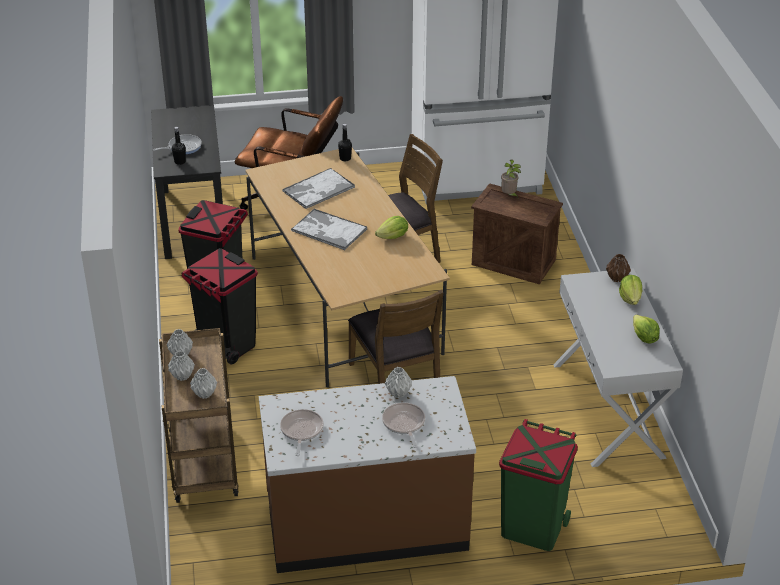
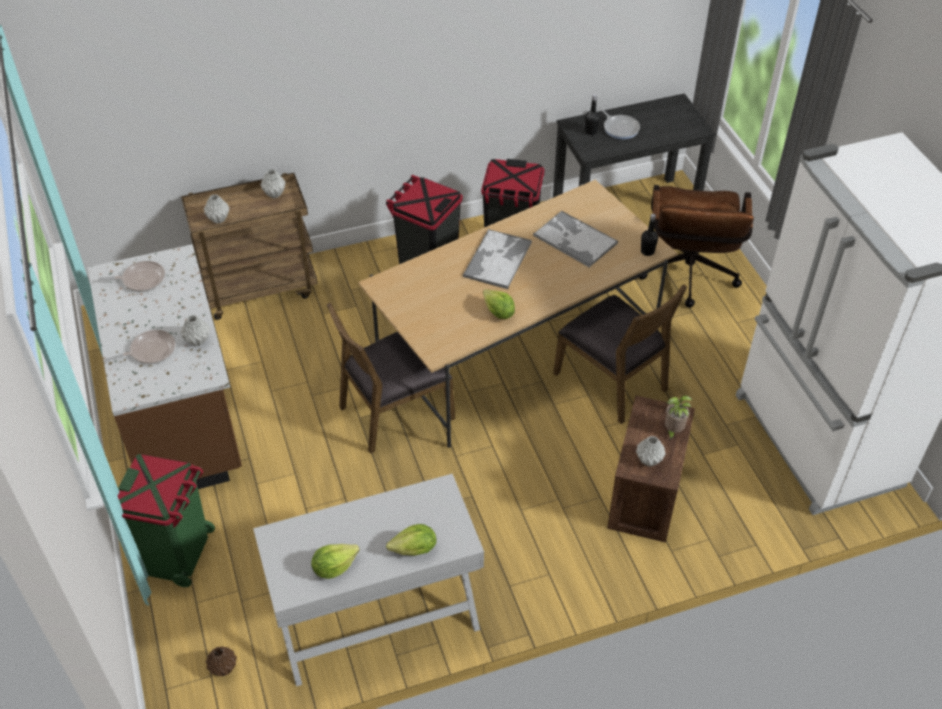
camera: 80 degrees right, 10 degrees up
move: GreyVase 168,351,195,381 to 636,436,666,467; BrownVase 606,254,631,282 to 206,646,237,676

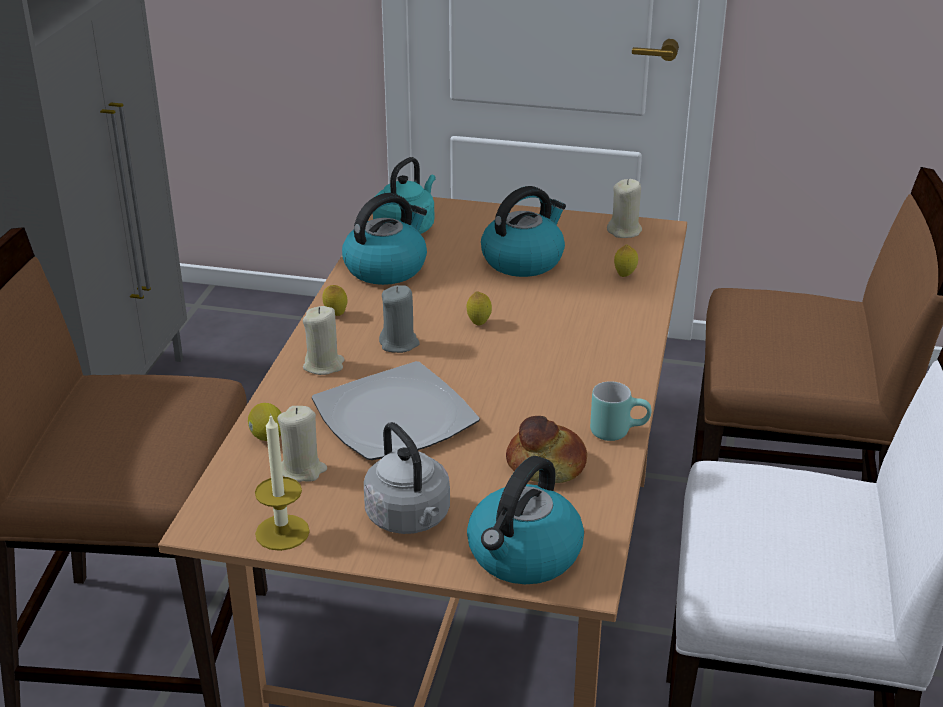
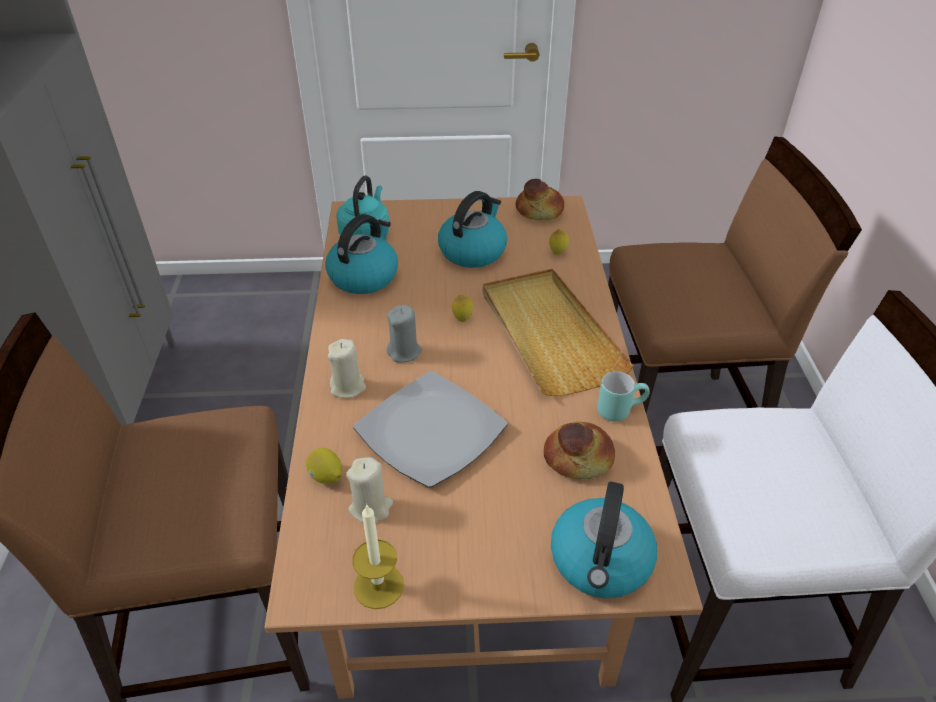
camera: 15 degrees left, 10 degrees up
delete: Lemon 322,285,348,316; GreyKettle 364,422,450,534
insert: BeigeTray 483,269,633,396
replace: BeigeCandle 607,179,642,238 to Bread 515,179,565,220

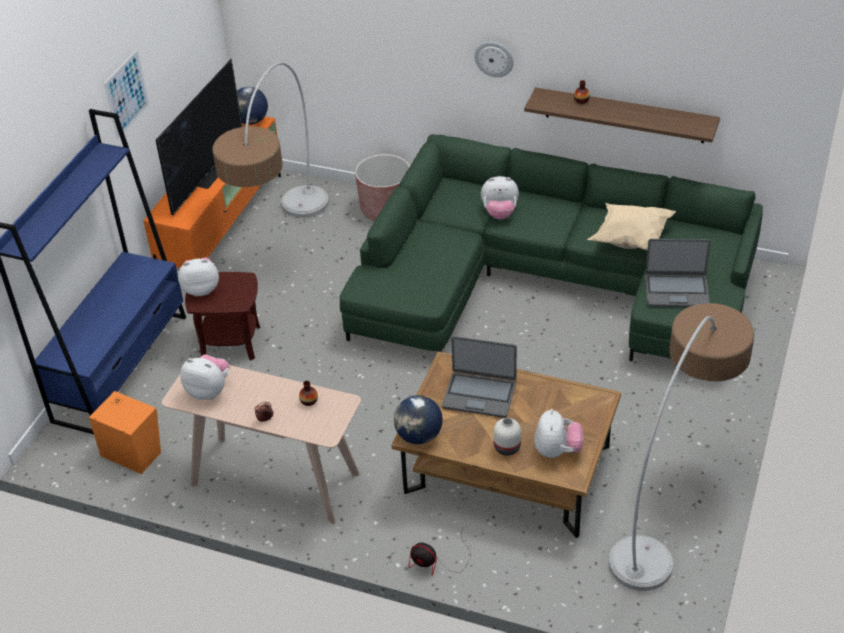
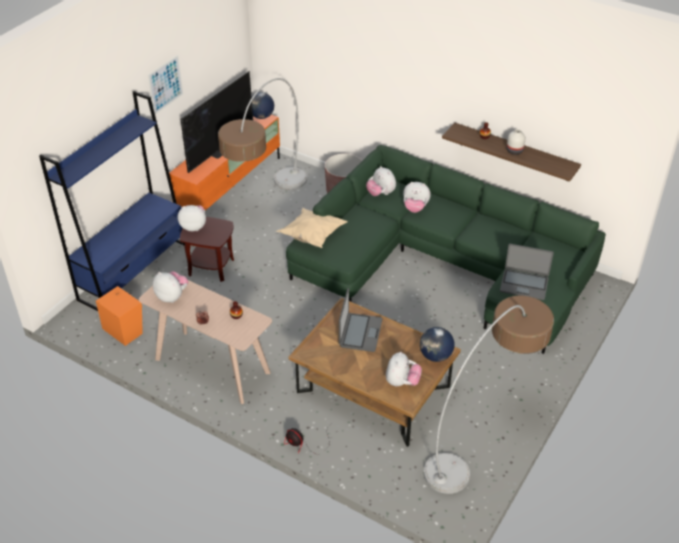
camera: 10 degrees right, 0 degrees up
delete: WallClock 474,42,514,77
insert: PlushToy 366,166,396,196
move: Globe 394,395,443,444 to 420,327,454,362; WhiteVase 493,418,521,456 to 507,129,525,155; BeigePillow 587,203,676,251 to 276,208,348,248
rotate: Laptop 442,336,517,418 = 339,288,382,352 105 degrees counterclockwise

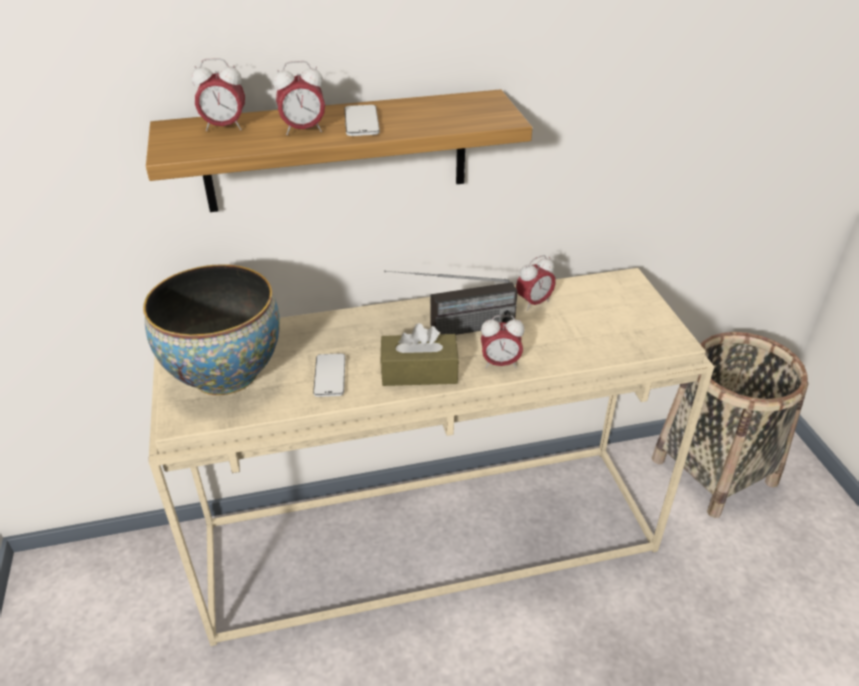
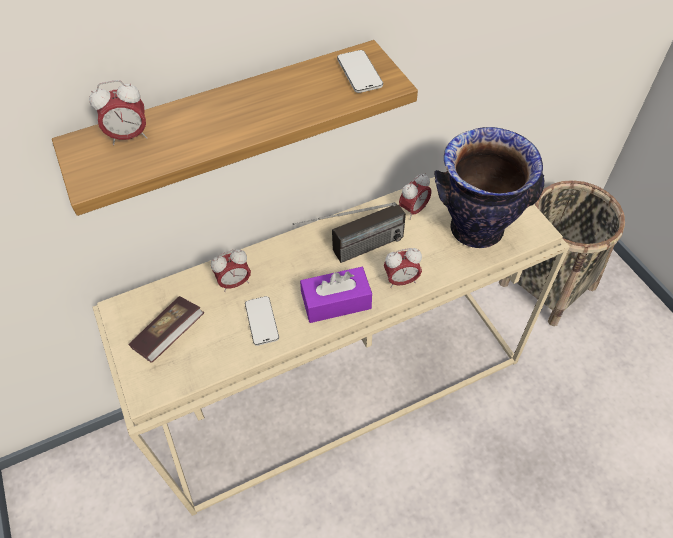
camera: 10 degrees left, 15 degrees up
insert: Vase 434,127,544,248
move: AlarmClock 273,61,325,135 to 211,249,251,292; Phone 344,105,380,136 to 337,50,383,93
replace: Bowl 143,264,280,396 to Book 129,296,205,363
recolor: BrownTissueBox 380,323,459,386 to PurpleTissueBox 300,267,372,323

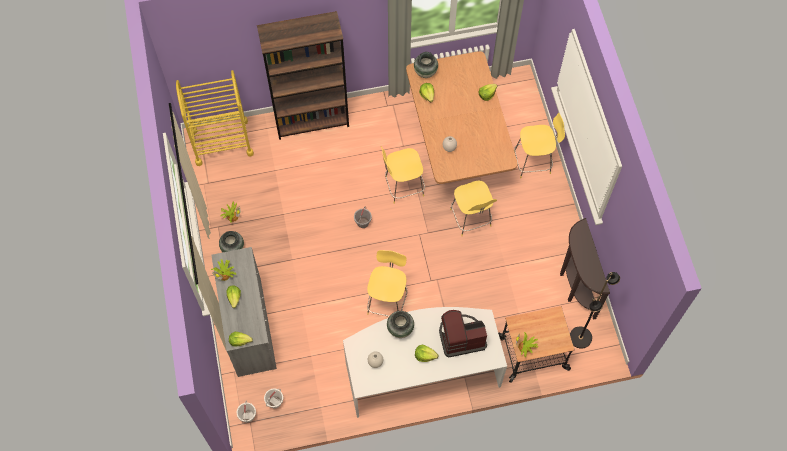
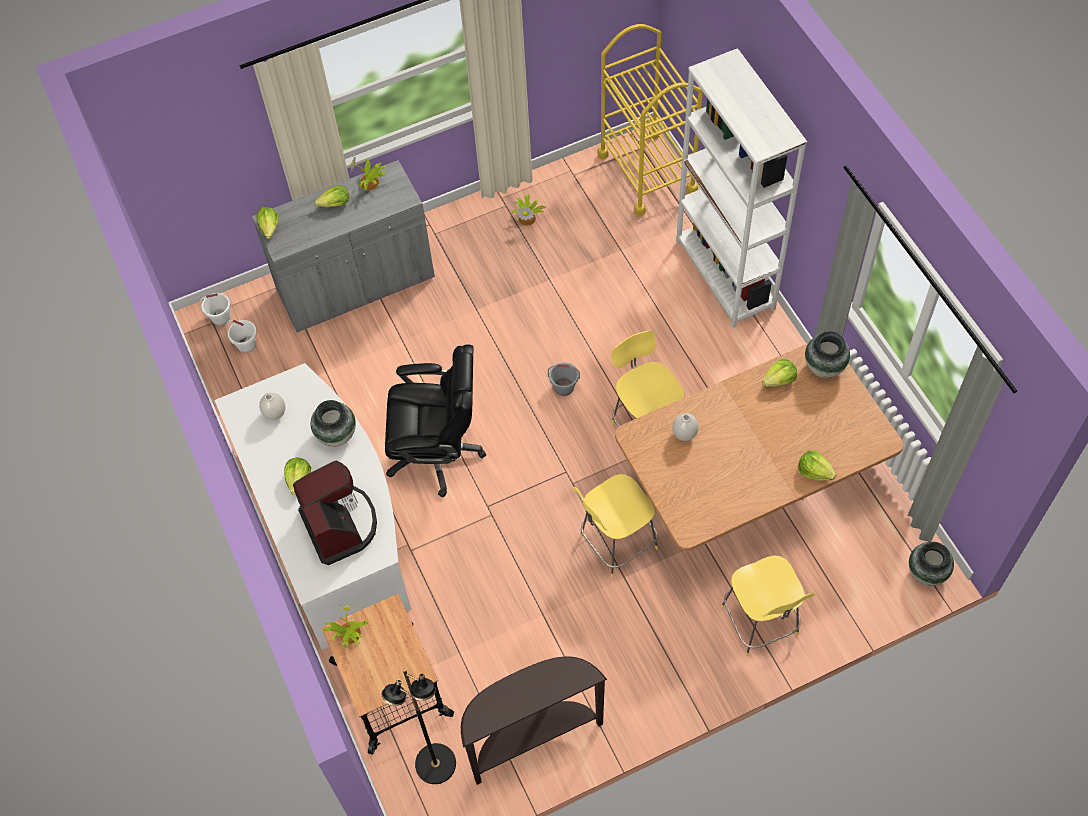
camera: 80 degrees right, 5 degrees down
move: Vase 219,231,244,252 to 909,542,954,586
replace: YellowStool 367,250,407,317 to BlackOfficeChair 385,344,486,497
recolor: BrownBookcase 257,11,349,140 to WhiteBookcase 676,48,807,328

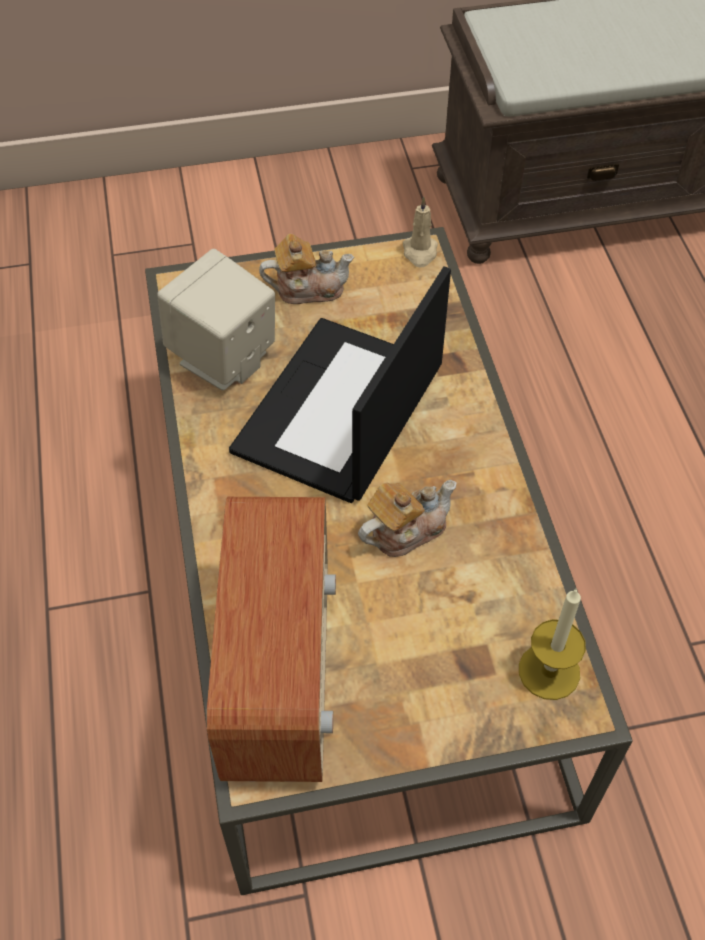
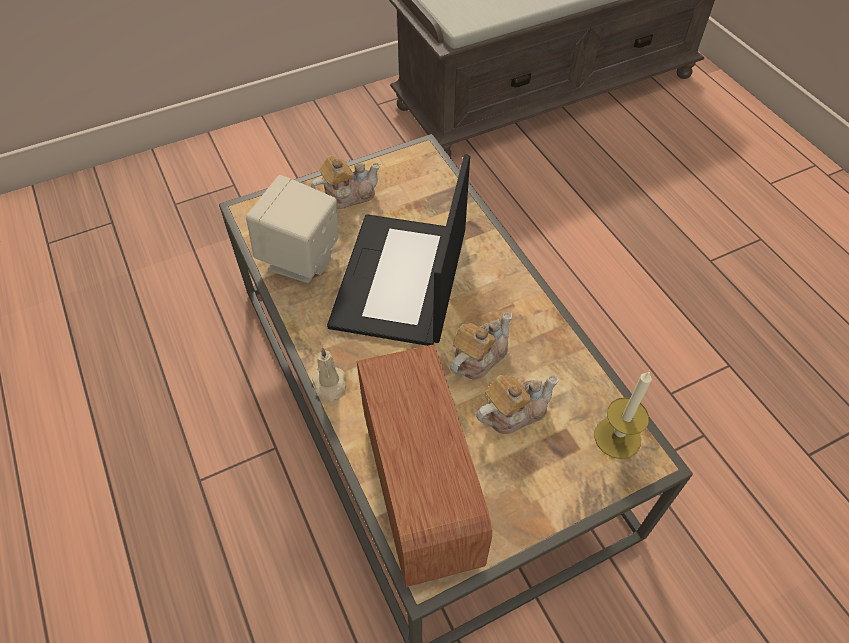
camera: 15 degrees left, 0 degrees up
insert: Teapot 476,375,559,434
move: BeigeCandle 403,197,438,268 to 312,347,346,403

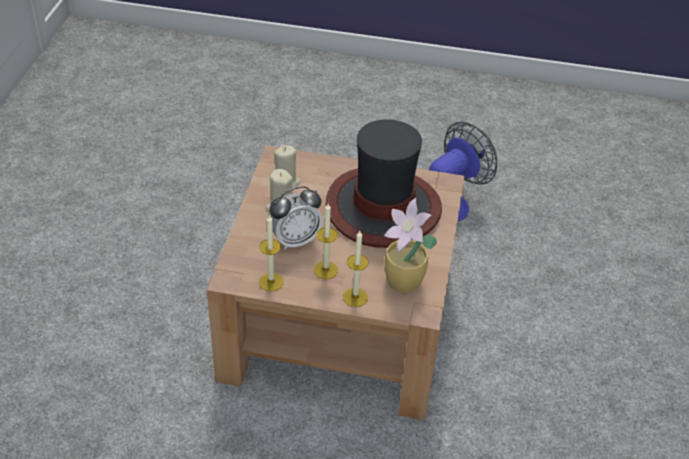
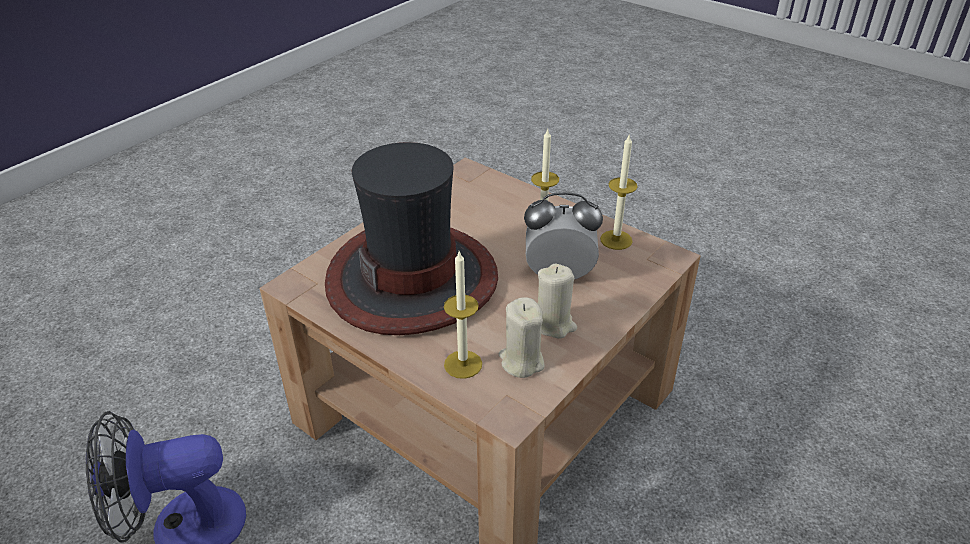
camera: 150 degrees left, 5 degrees down
delete: PottedPlant 384,198,437,293
move: Candle 343,231,369,307 to 444,251,482,379

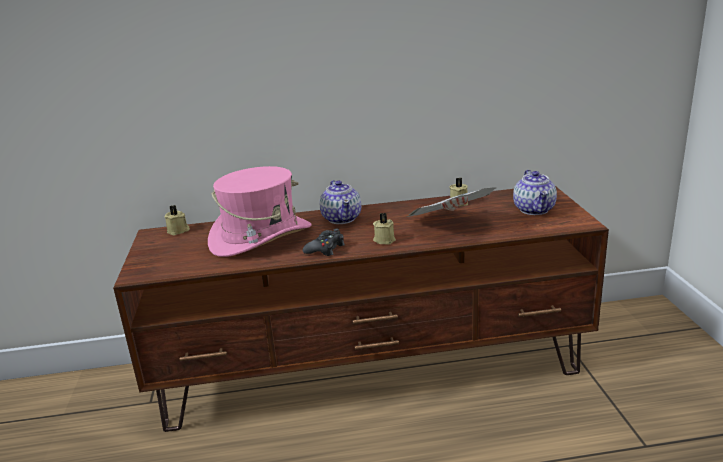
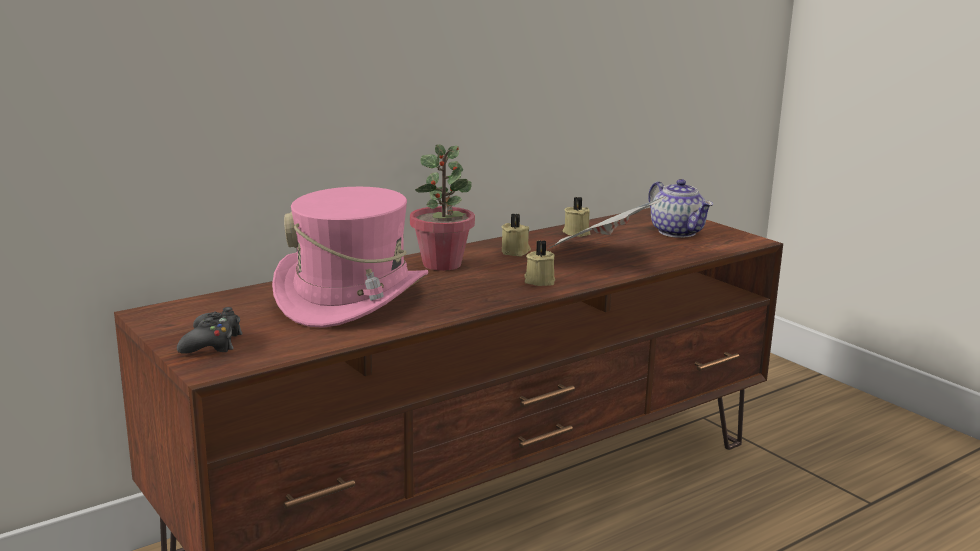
camera: 30 degrees left, 5 degrees down
move: BeigeCandle 165,205,190,235 to 501,213,531,256; BlackGameController 303,229,345,256 to 177,307,243,354
replace: Teapot 320,180,361,224 to PottedPlant 410,144,475,271

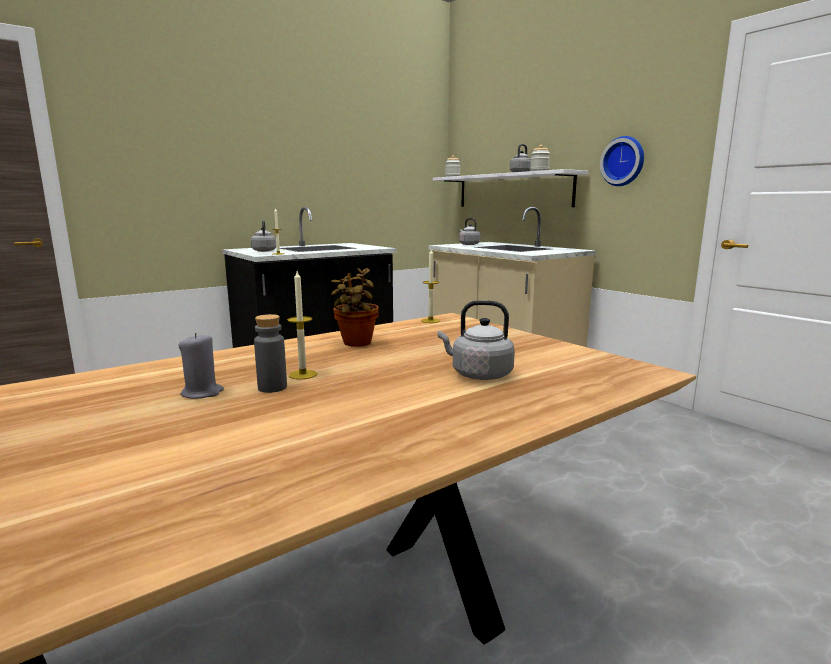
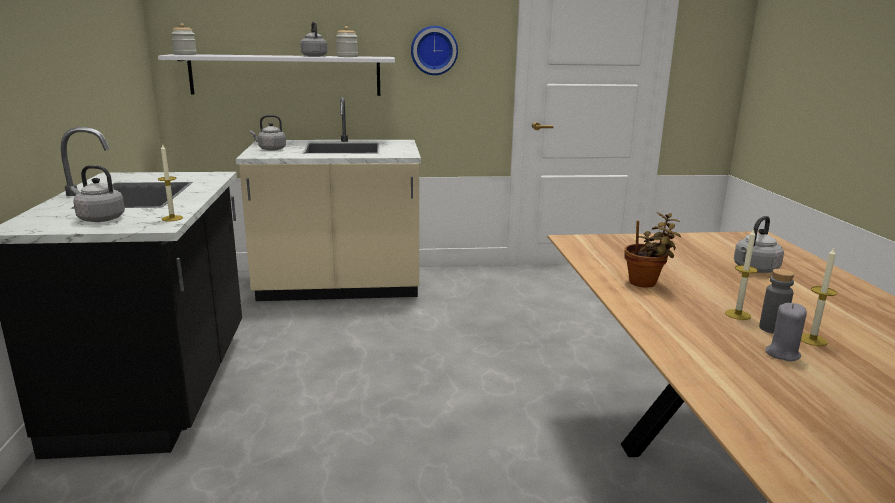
camera: 60 degrees left, 5 degrees up
move: Candle 421,249,440,323 to 801,248,837,346

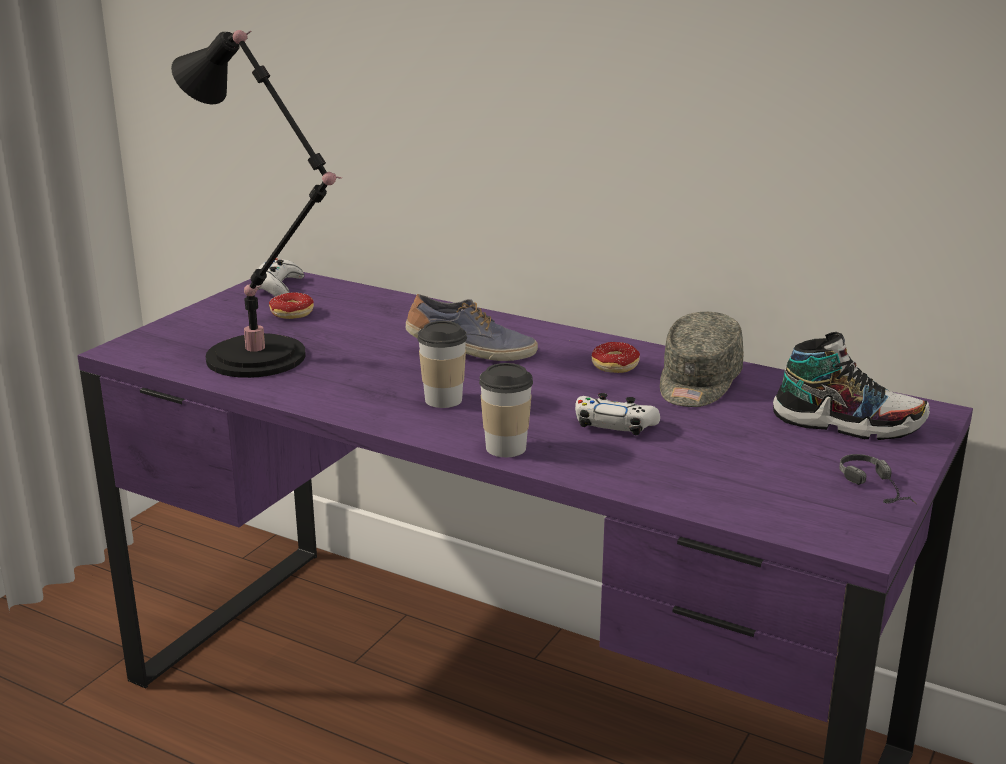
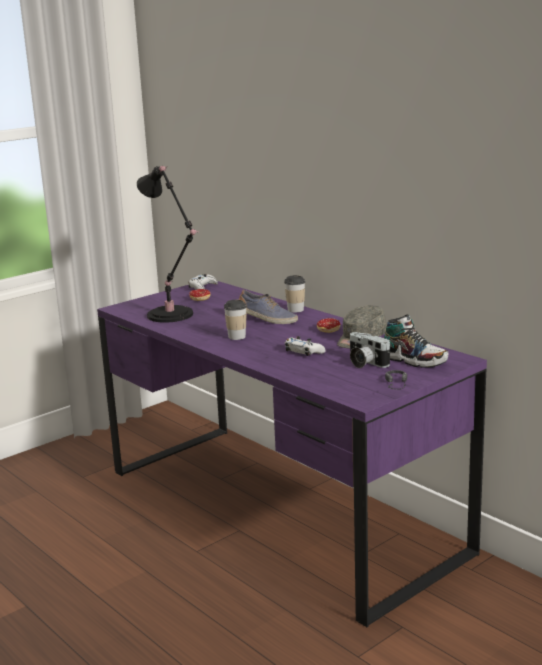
camera: 20 degrees right, 5 degrees down
insert: PhotoCamera 350,332,390,368
move: Cup 479,363,533,457 to 284,275,305,313

